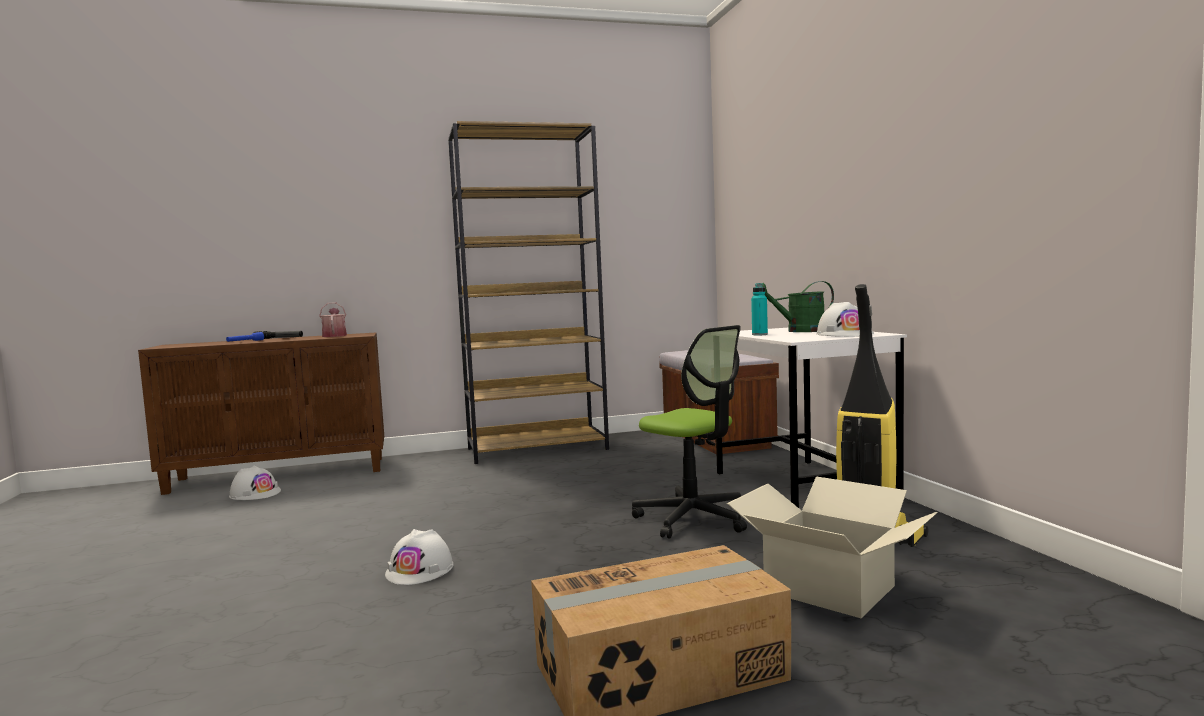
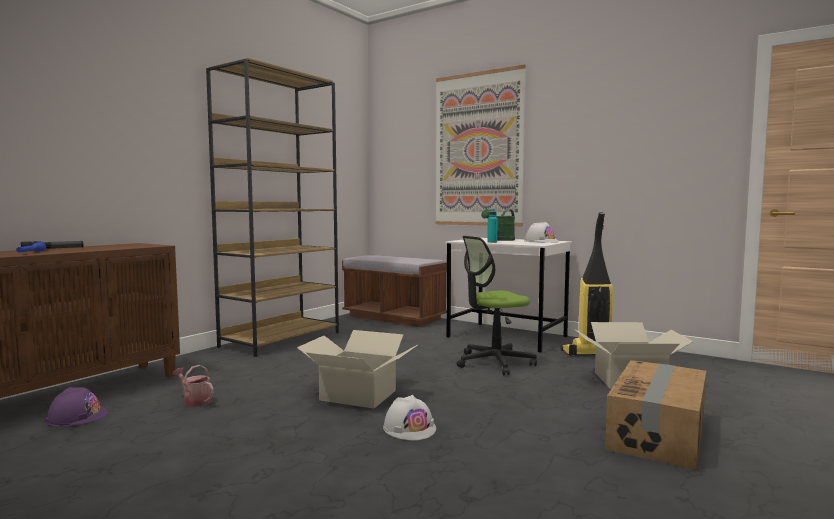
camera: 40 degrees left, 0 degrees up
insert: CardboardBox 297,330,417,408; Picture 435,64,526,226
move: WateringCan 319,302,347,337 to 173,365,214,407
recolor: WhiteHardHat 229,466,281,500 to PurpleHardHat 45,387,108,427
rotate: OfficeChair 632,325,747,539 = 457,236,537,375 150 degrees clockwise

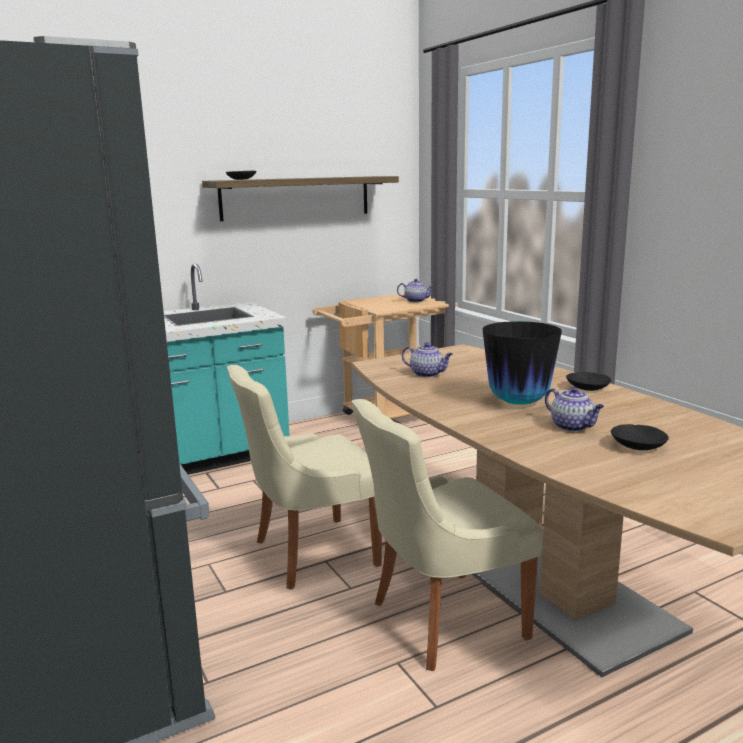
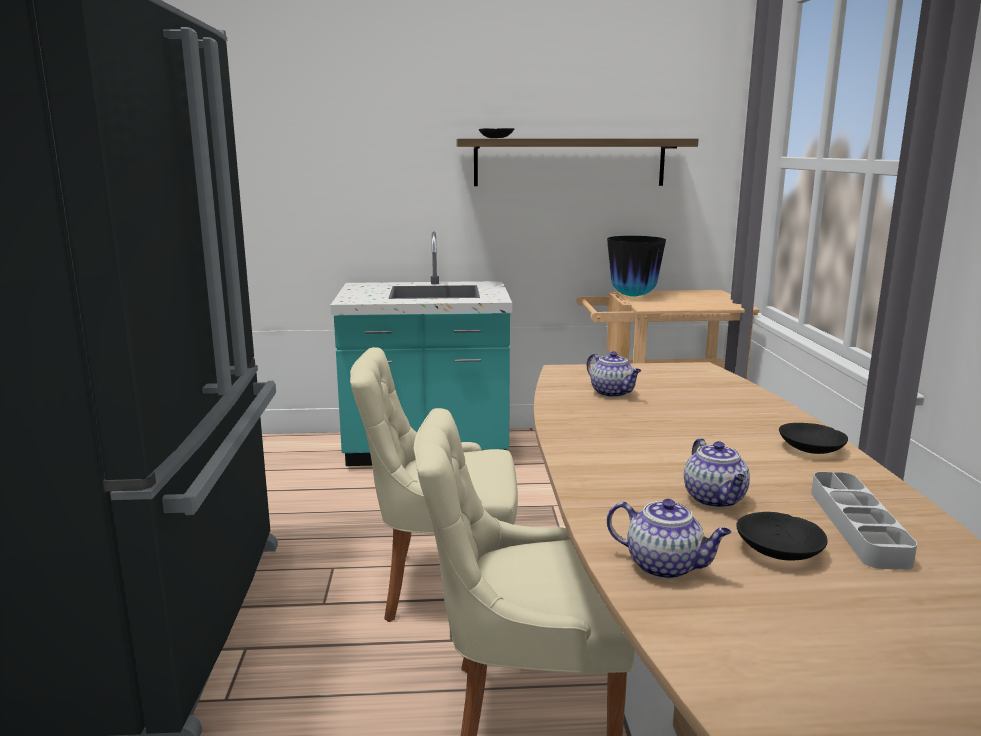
camera: 25 degrees right, 0 degrees up
insert: GreyTray 811,472,917,570
move: Teapot 397,279,435,302 to 607,499,732,579; Vase 482,321,562,405 to 607,236,666,296

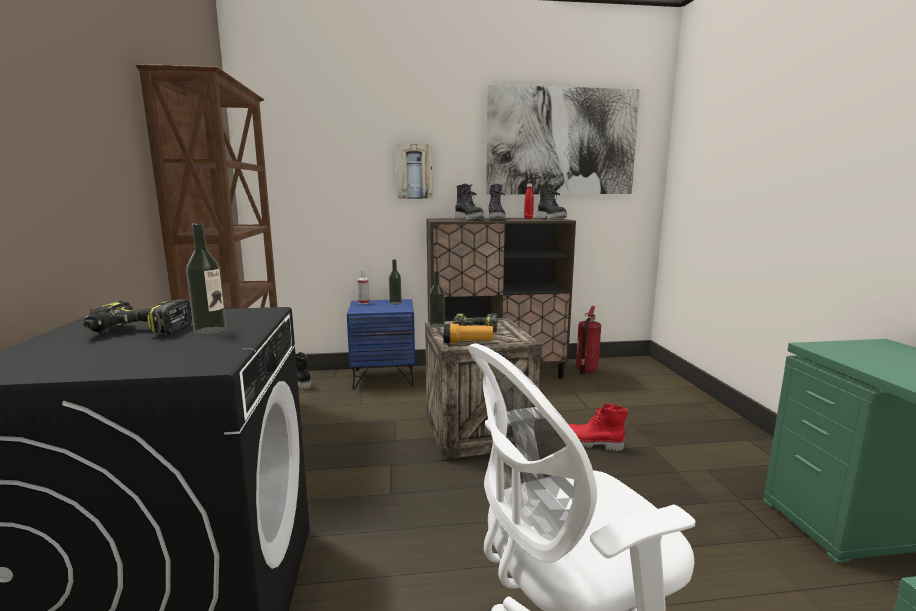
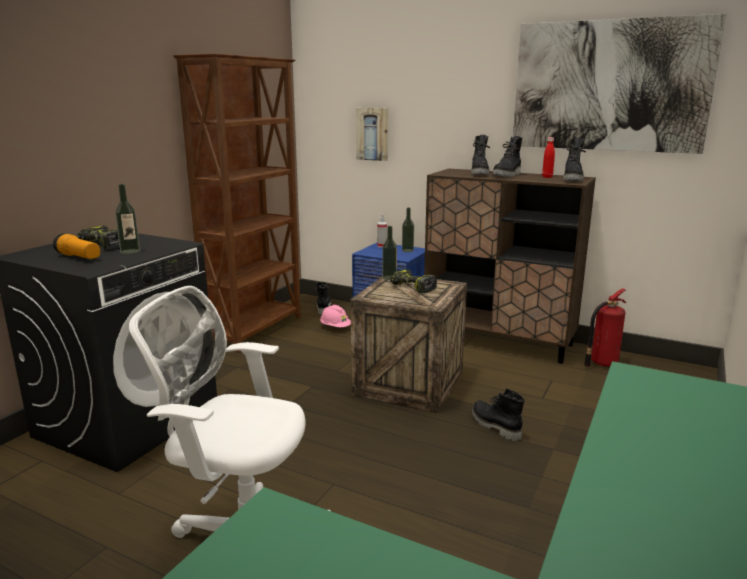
camera: 35 degrees right, 5 degrees up
insert: PinkHardHat 320,305,351,327
move: Picture 396,144,432,199 to 356,108,388,161; Flashlight 443,324,493,343 to 53,233,100,259
recolor: RedBoot 568,404,628,451 to BlackBoot 472,389,525,441

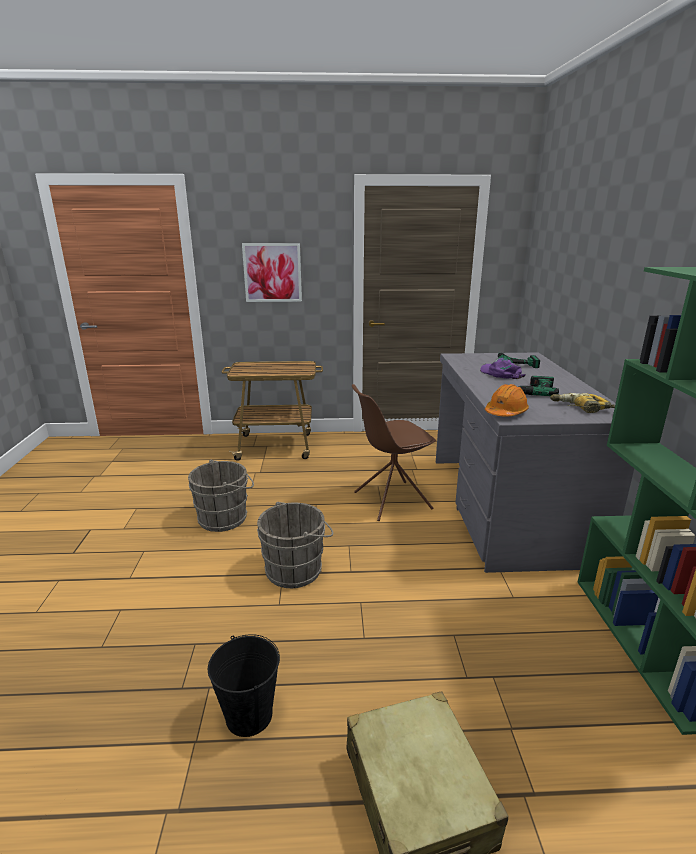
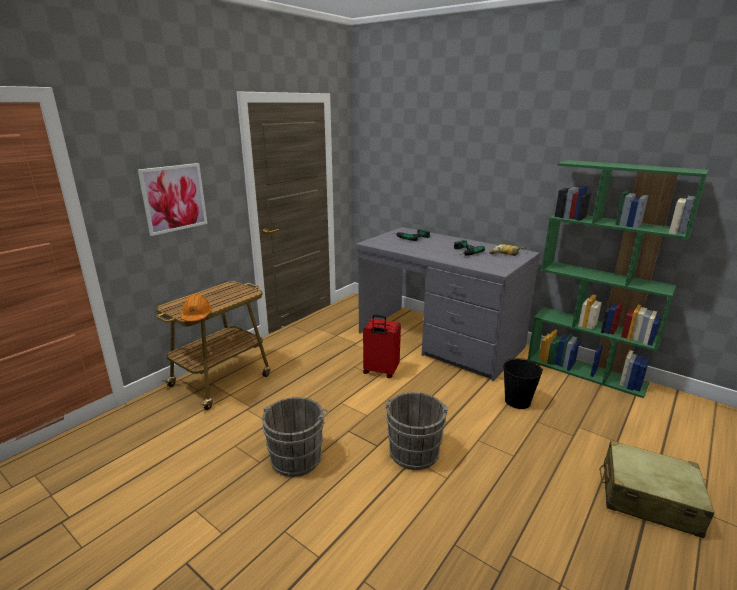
camera: 50 degrees left, 0 degrees up
delete: PurpleCap 480,358,526,379
move: BlackBucket 208,634,280,737 to 503,358,543,409; OrangeHardHat 485,384,529,417 to 181,294,212,321
replace: BrownChair 352,384,436,521 to RedSuitcase 363,314,401,378

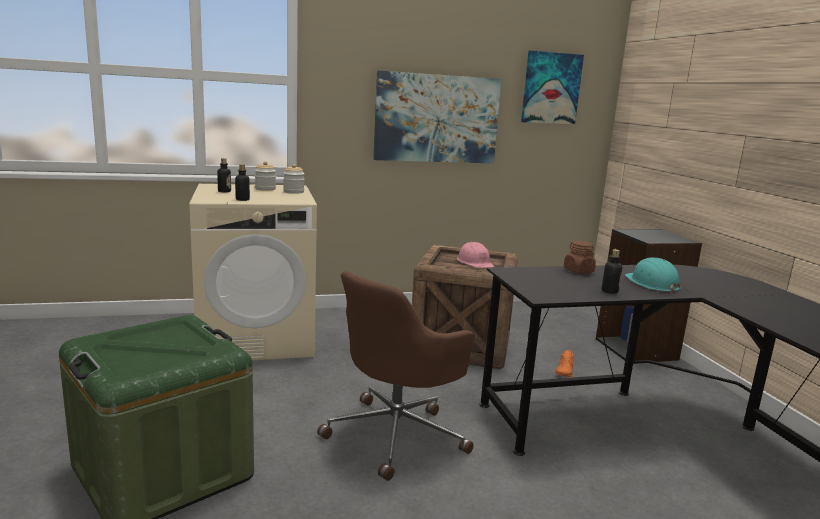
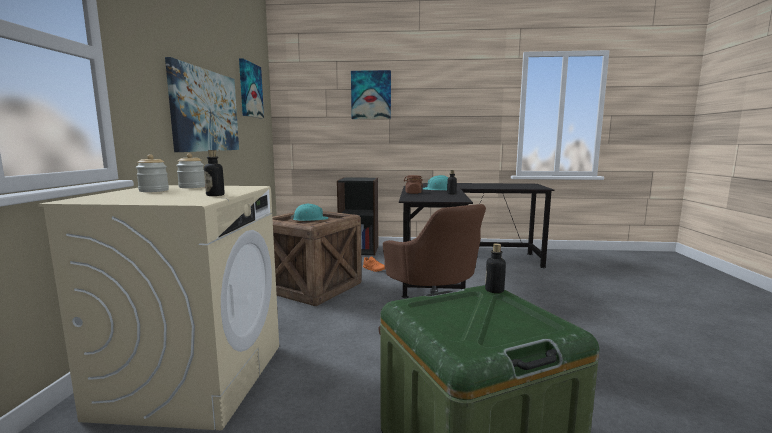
camera: 70 degrees left, 5 degrees down
insert: Picture 351,70,391,119
move: Bottle 217,158,231,193 to 485,243,506,293
recolor: PinkHardHat 457,241,494,268 to TurquoiseHardHat 291,204,328,221

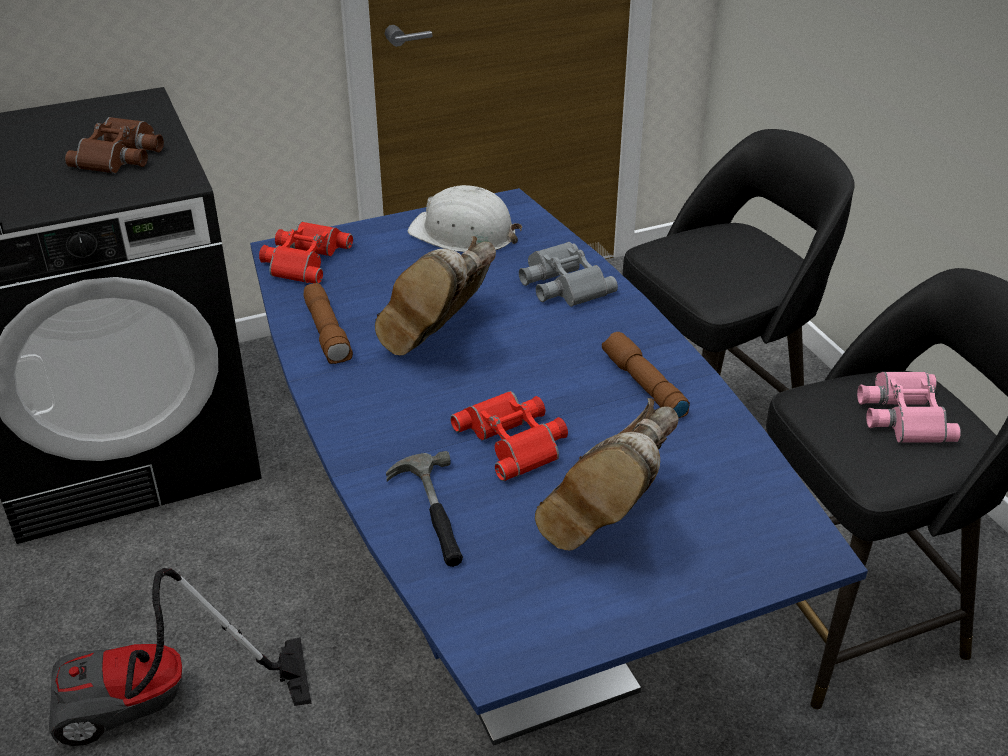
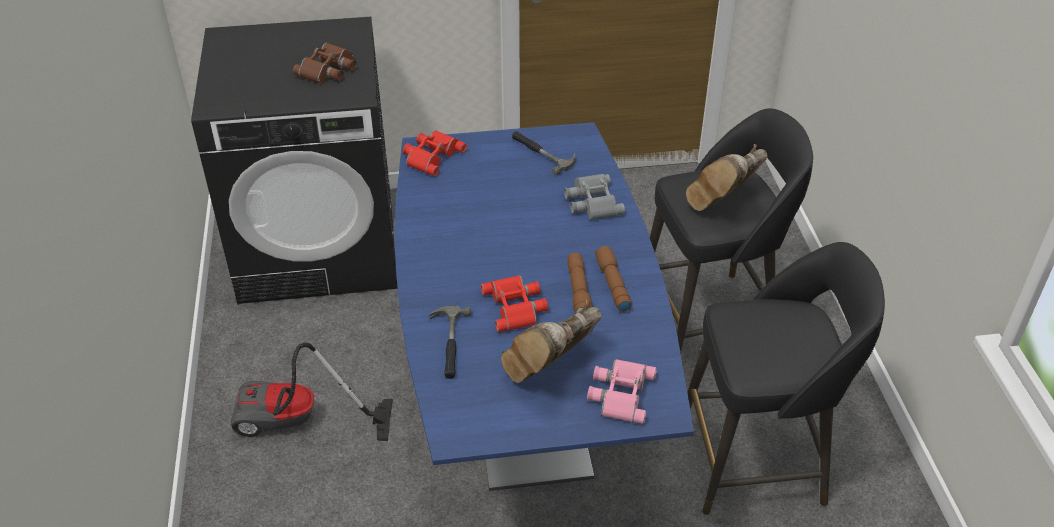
camera: 15 degrees right, 5 degrees up
move: BrownFlashlight 304,283,353,364 to 567,253,593,314; BrownBoot 375,236,496,355 to 686,144,768,211; PinkBinoculars 857,372,961,443 to 587,359,657,424
replace: WhiteHardHat 408,185,522,252 to Hammer 512,131,575,175

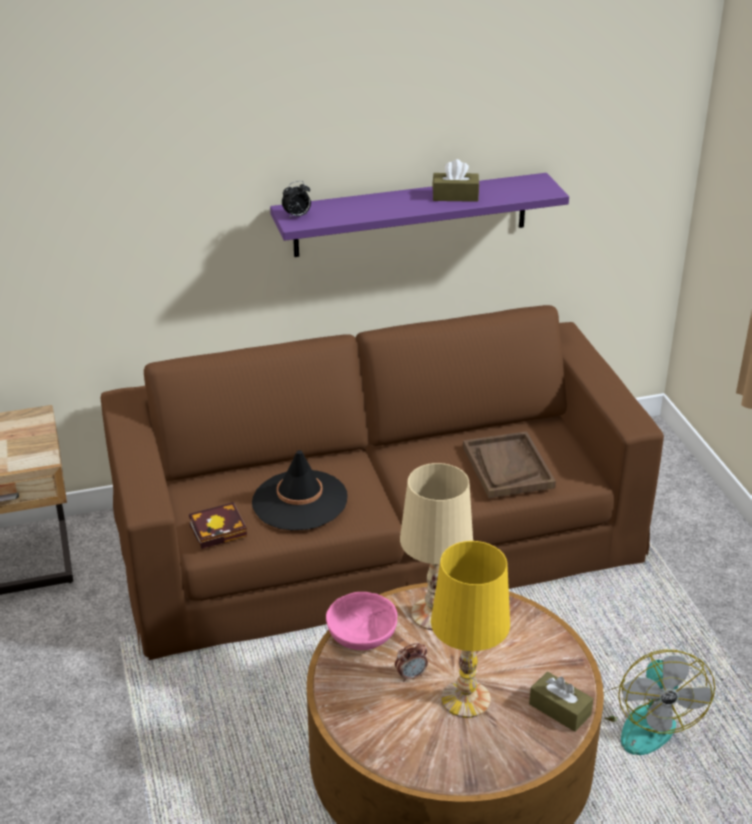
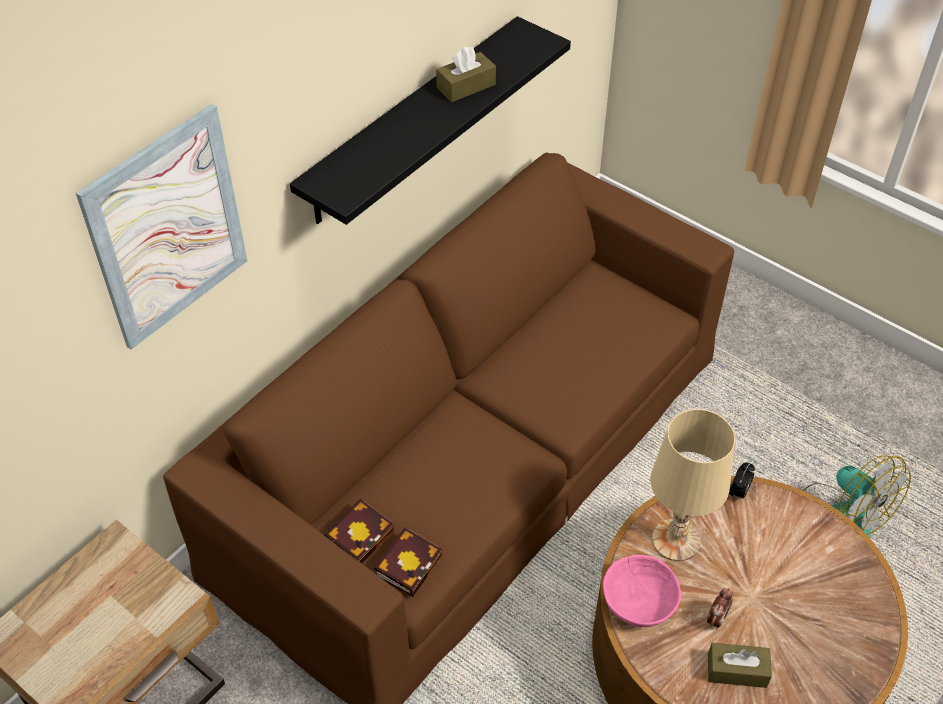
camera: 35 degrees left, 15 degrees up
delete: BlackHat 252,450,348,530; YellowTableLamp 431,541,510,718; BrownTray 463,431,556,498
insert: Picture 76,104,247,350; Book 324,499,394,563
move: AlarmClock 282,181,311,219 to 729,463,755,501; BrownTissueBox 529,672,593,732 to 708,643,772,688
recolor: PurpleShelf 270,173,569,257 to BlackShelf 290,16,571,225

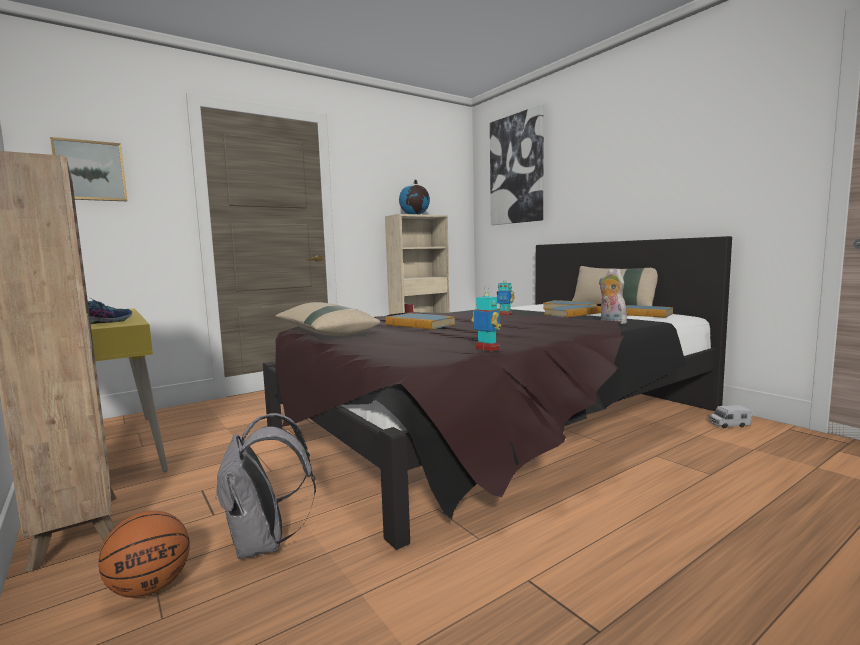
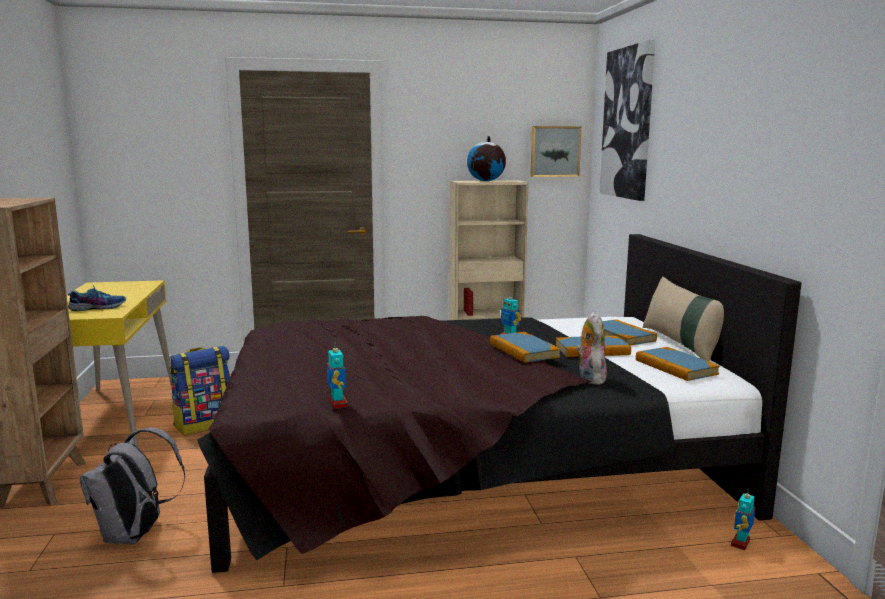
camera: 25 degrees right, 5 degrees up
delete: Basketball 99,511,190,598; BeigePillow 275,302,381,336
insert: Backpack 170,346,230,435
move: Picture 50,137,127,201 to 530,126,582,177; Book 386,313,456,329 to 490,332,561,363
replace: ToyTruck 709,405,751,428 to ToyRobot 731,488,755,550

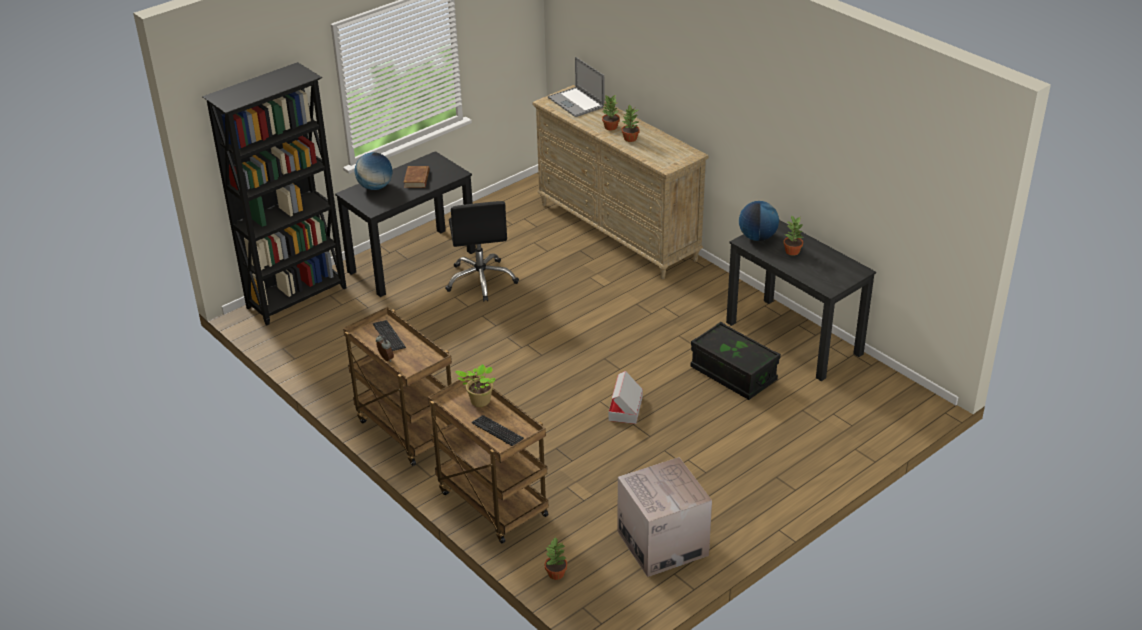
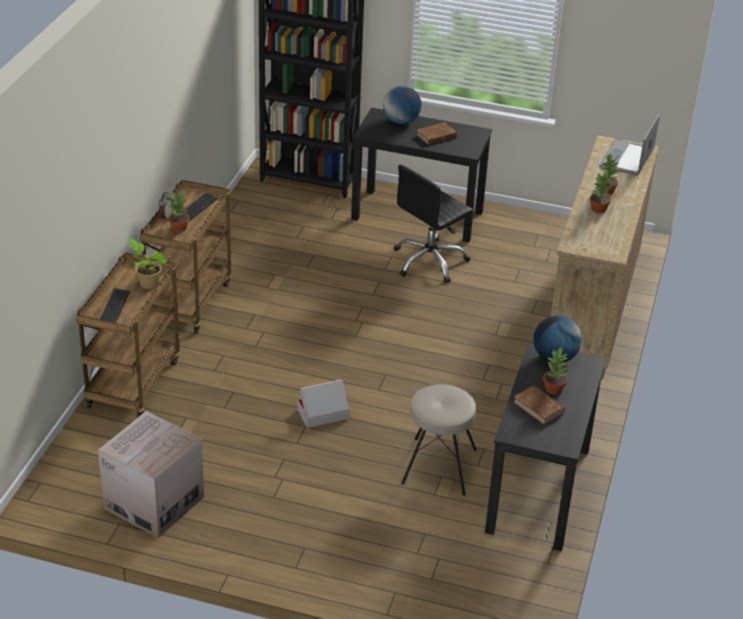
camera: 55 degrees right, 0 degrees up
insert: BrownBook 513,385,565,425
move: PottedPlant 545,537,567,580 to 168,191,189,232
replace: BlackStorageBox 691,322,781,400 to BeigeStool 401,384,477,496

